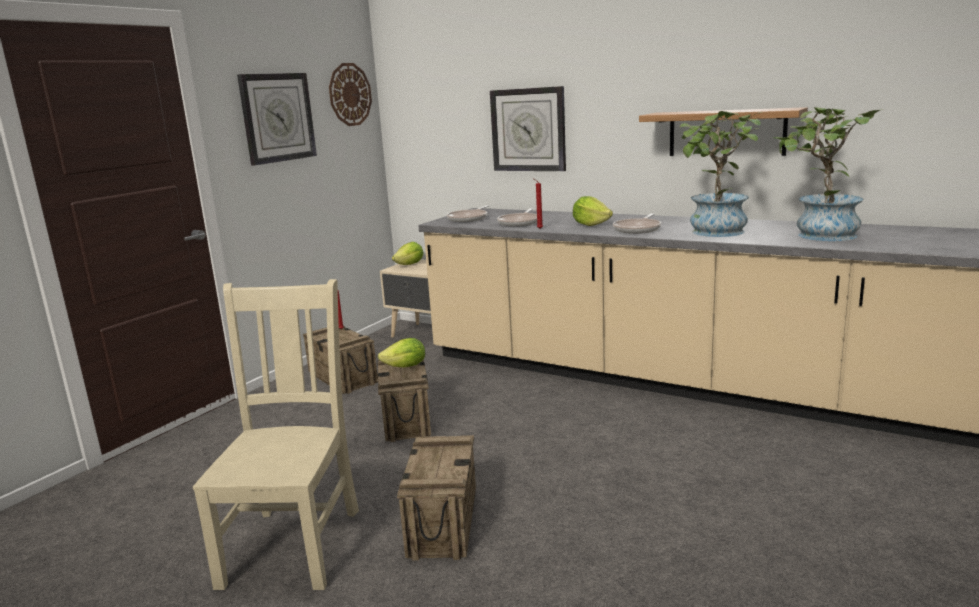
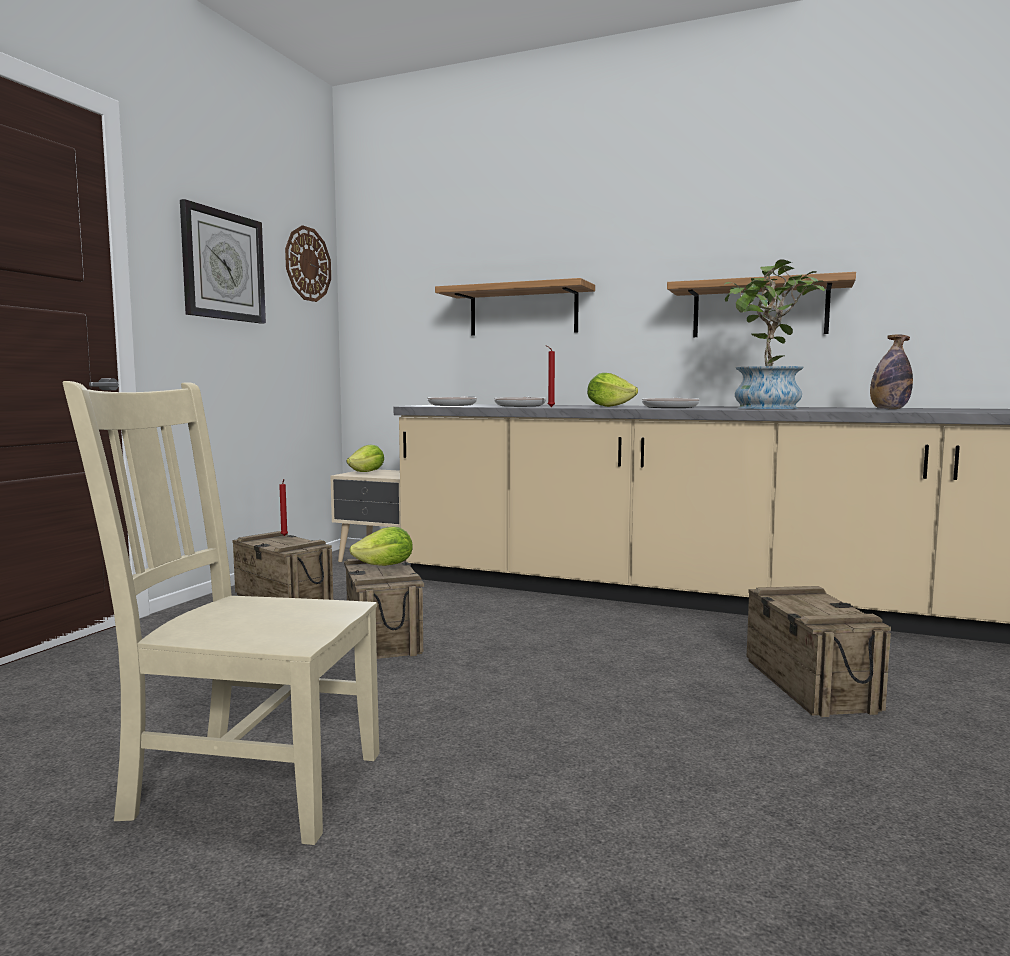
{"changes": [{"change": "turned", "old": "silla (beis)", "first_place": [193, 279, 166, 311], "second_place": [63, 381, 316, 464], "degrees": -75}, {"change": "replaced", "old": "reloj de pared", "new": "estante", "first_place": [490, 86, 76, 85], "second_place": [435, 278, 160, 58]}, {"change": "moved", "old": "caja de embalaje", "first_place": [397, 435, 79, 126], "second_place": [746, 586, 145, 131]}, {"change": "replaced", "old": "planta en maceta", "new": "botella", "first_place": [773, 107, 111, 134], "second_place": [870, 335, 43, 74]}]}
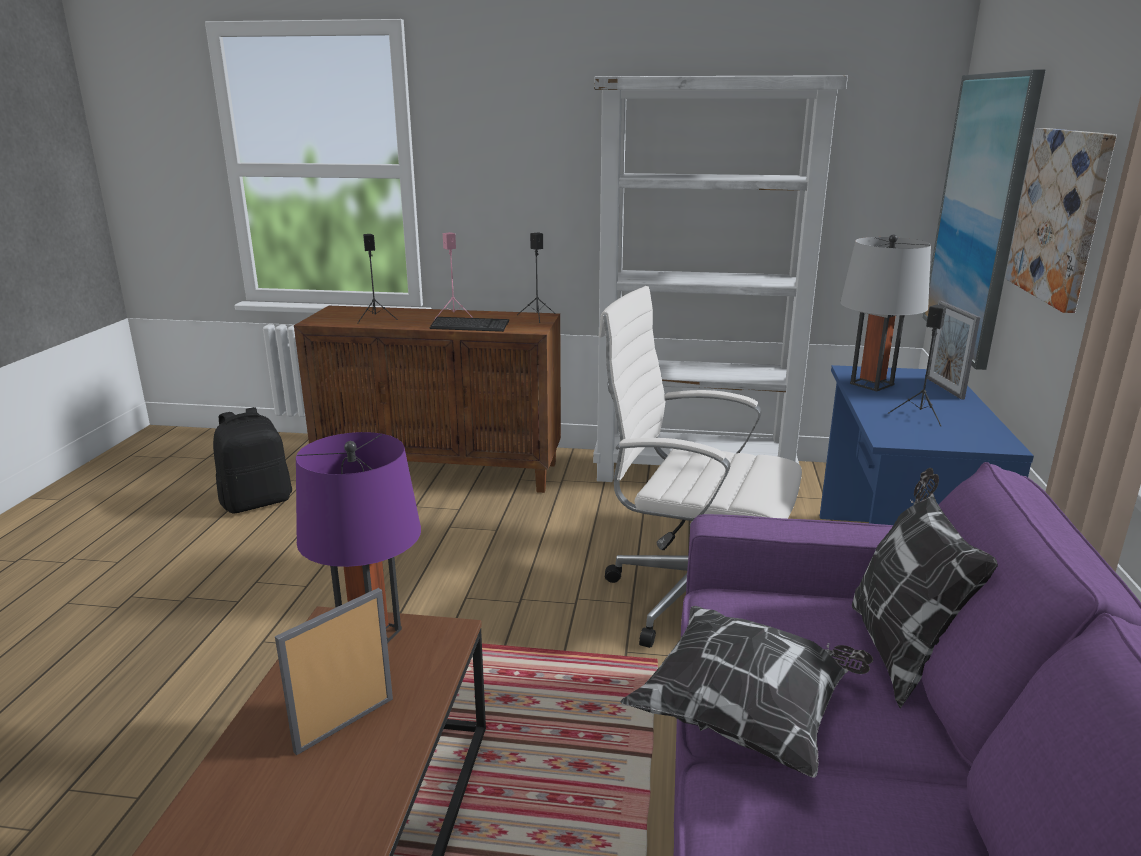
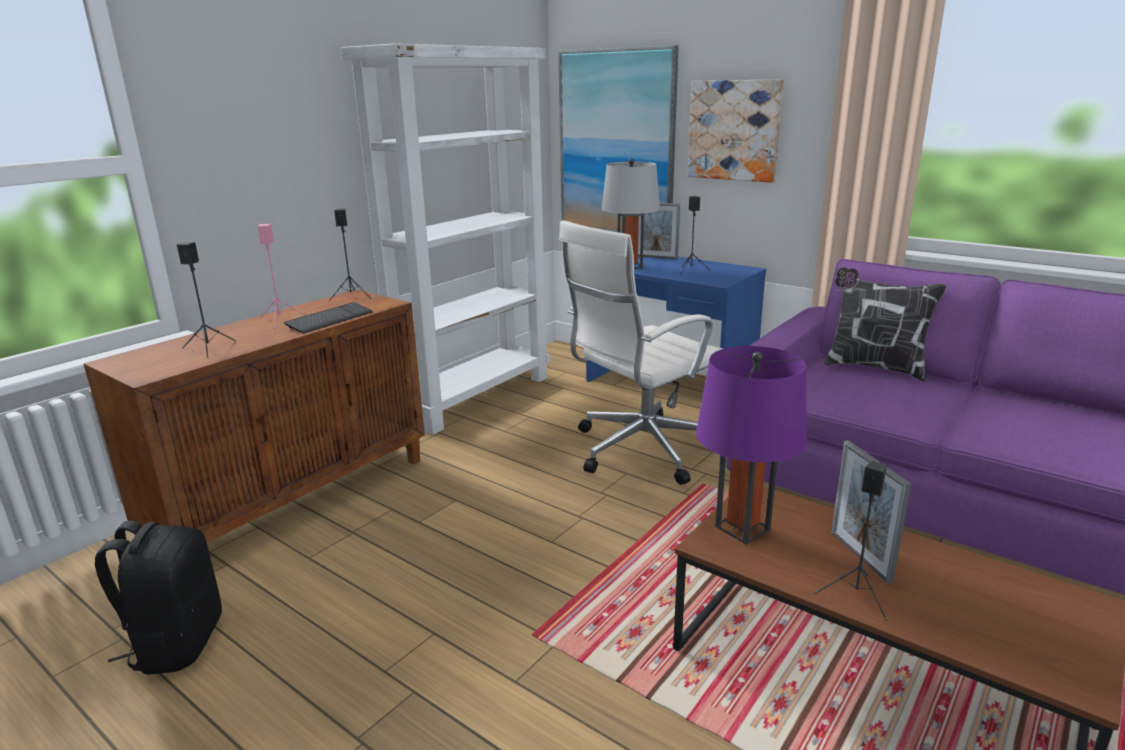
{"changes": [{"change": "added", "new": "altavoz (negro)", "second_place": [814, 461, 73, 160]}, {"change": "removed", "old": "cojín", "first_place": [620, 606, 253, 172]}]}
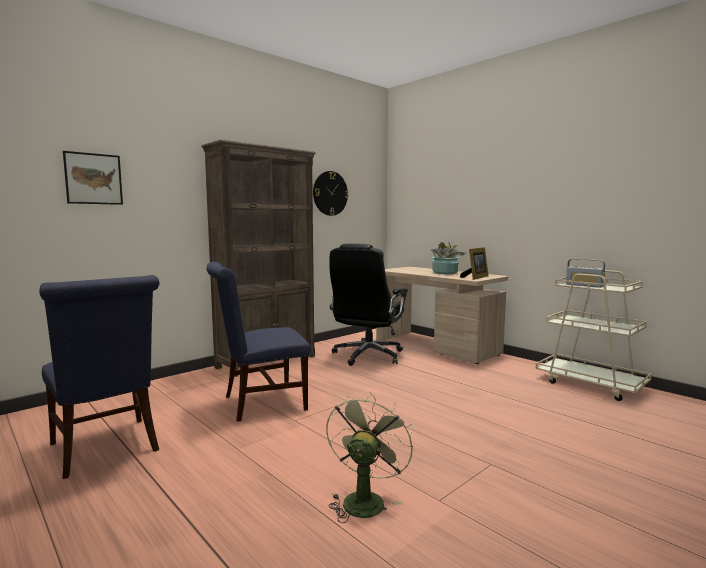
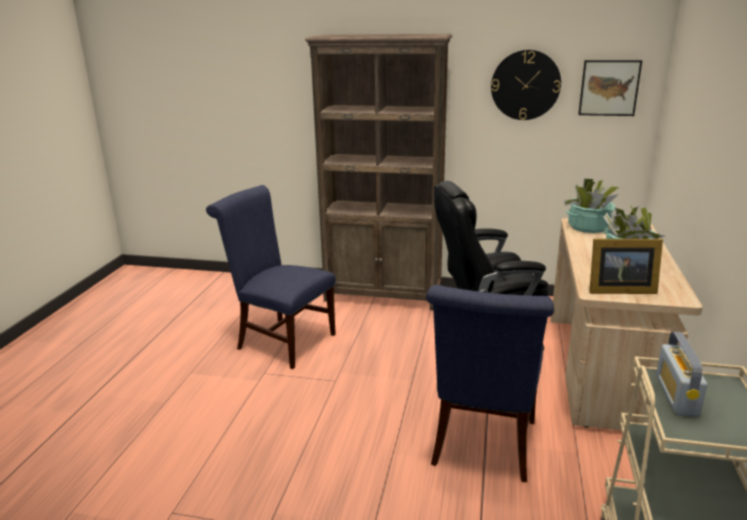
{"changes": [{"change": "moved", "old": "silla (azul)", "first_place": [39, 275, 120, 204], "second_place": [426, 285, 128, 197]}, {"change": "added", "new": "planta en maceta", "second_place": [564, 179, 55, 54]}, {"change": "moved", "old": "cuadro", "first_place": [63, 151, 60, 54], "second_place": [578, 60, 64, 56]}, {"change": "removed", "old": "ventilador (verde)", "first_place": [326, 392, 88, 131]}]}
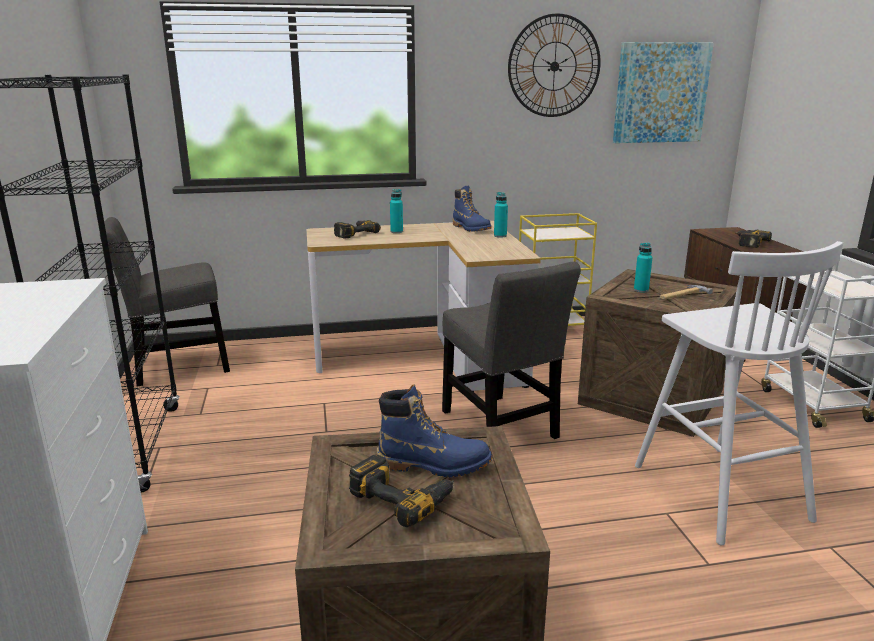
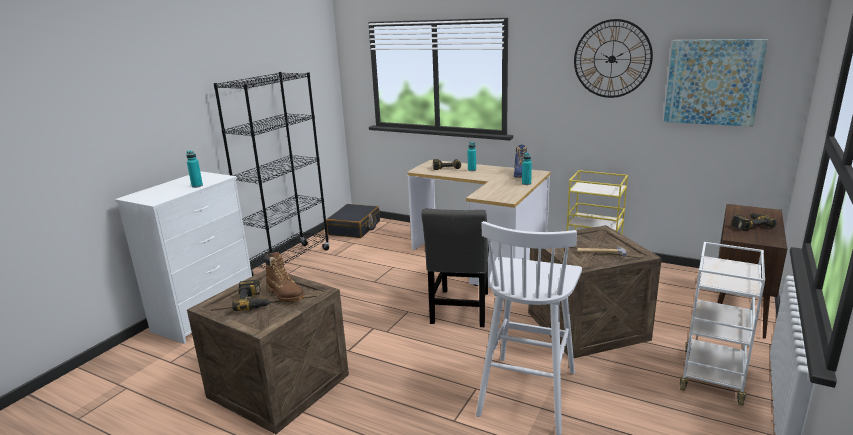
{"changes": [{"change": "moved", "old": "botella (turquesa)", "first_place": [634, 243, 18, 50], "second_place": [186, 151, 17, 37]}, {"change": "recoloured", "old": "bota (azul)", "new": "bota (marrón)", "first_place": [377, 384, 115, 93], "second_place": [265, 252, 40, 50]}, {"change": "replaced", "old": "silla (gris)", "new": "maleta (negro)", "first_place": [100, 217, 130, 169], "second_place": [326, 204, 54, 34]}]}
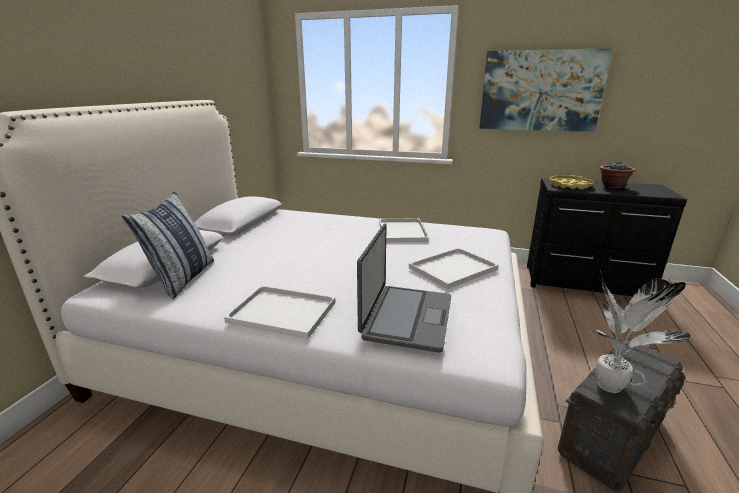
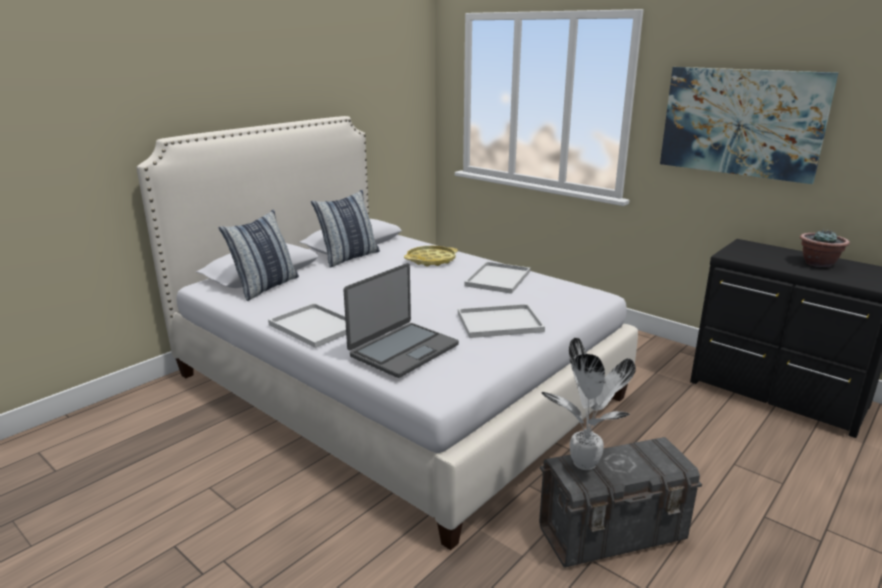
{"changes": [{"change": "added", "new": "cojín", "second_place": [311, 190, 69, 78]}, {"change": "moved", "old": "bandeja (amarillo)", "first_place": [549, 175, 45, 15], "second_place": [404, 245, 54, 22]}]}
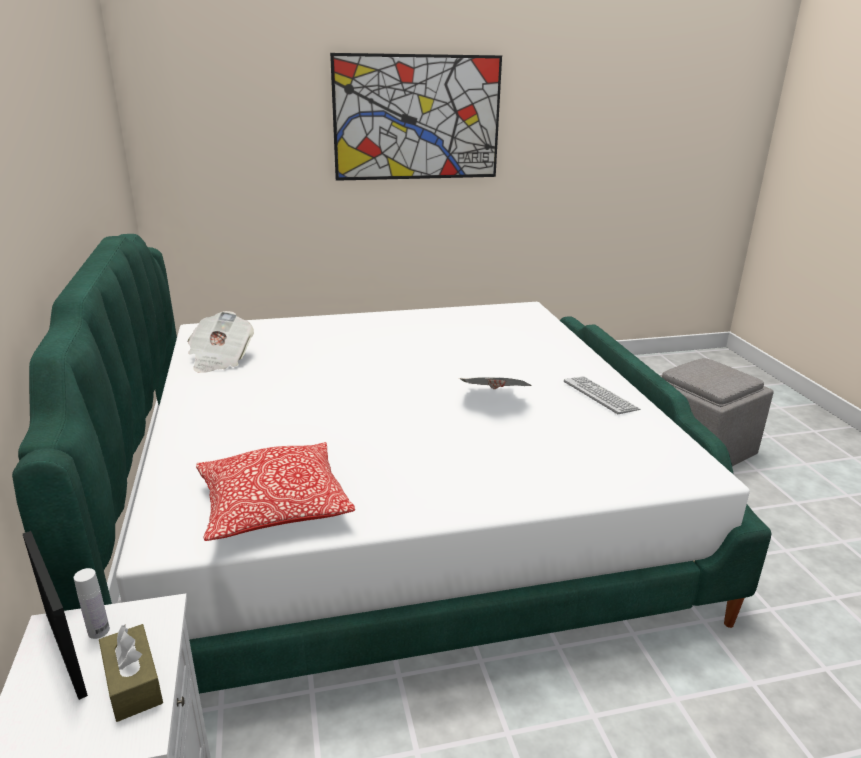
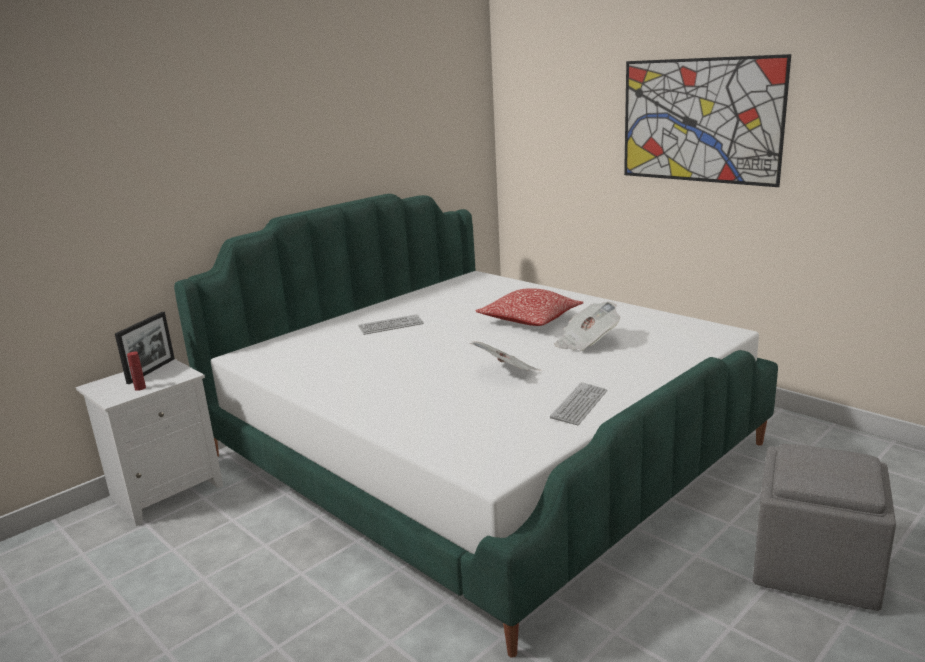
{"changes": [{"change": "replaced", "old": "caja de pañuelos (marrón)", "new": "botella (rojo)", "first_place": [99, 624, 64, 98], "second_place": [127, 352, 19, 39]}, {"change": "added", "new": "teclado", "second_place": [358, 314, 66, 21]}, {"change": "moved", "old": "cojín", "first_place": [196, 442, 159, 99], "second_place": [476, 288, 108, 38]}, {"change": "moved", "old": "periódico", "first_place": [188, 311, 66, 62], "second_place": [554, 302, 66, 49]}, {"change": "removed", "old": "botella (blanco)", "first_place": [74, 568, 36, 71]}]}
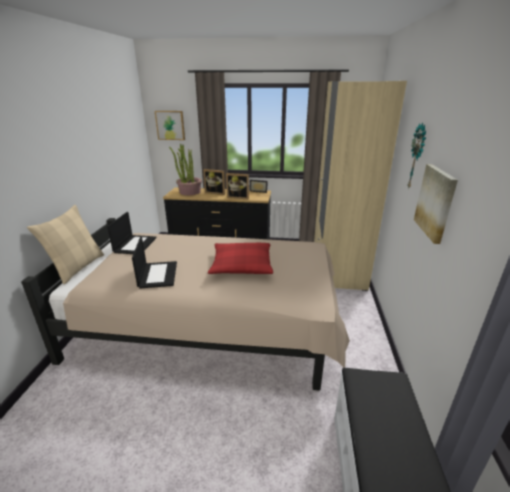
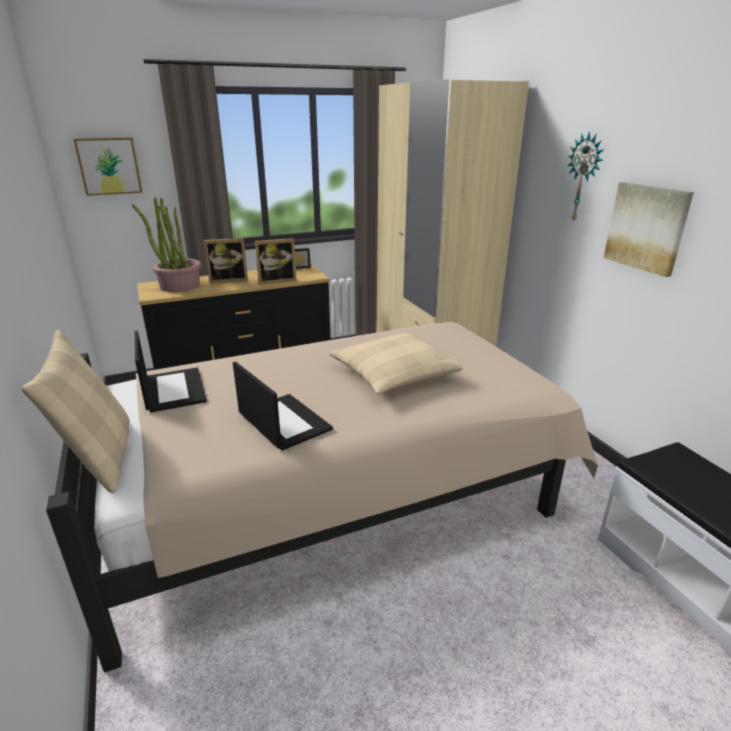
{"changes": [{"change": "recoloured", "old": "cojín (rojo)", "new": "cojín (beis)", "first_place": [208, 243, 65, 31], "second_place": [329, 333, 134, 61]}]}
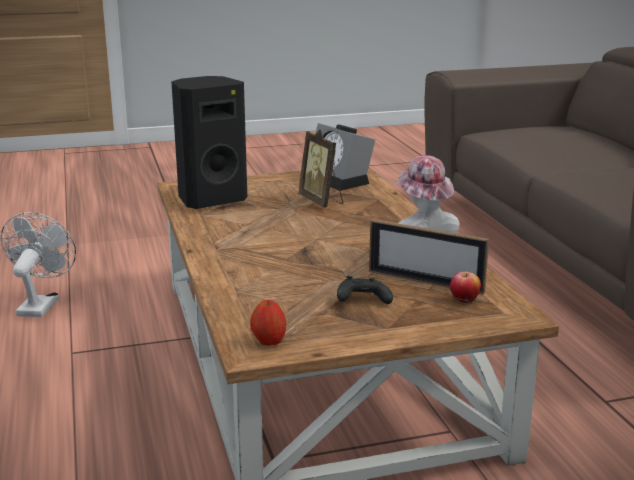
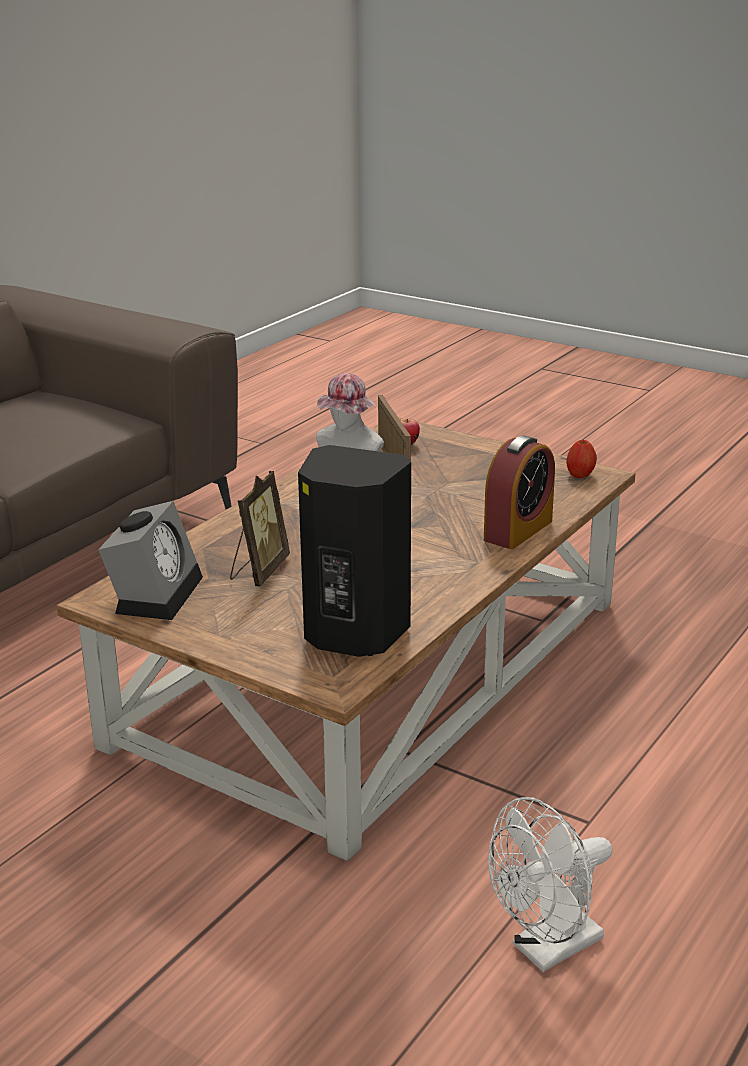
{"changes": [{"change": "added", "new": "despertador", "second_place": [484, 436, 71, 113]}, {"change": "removed", "old": "mando de consola (negro)", "first_place": [337, 276, 56, 28]}]}
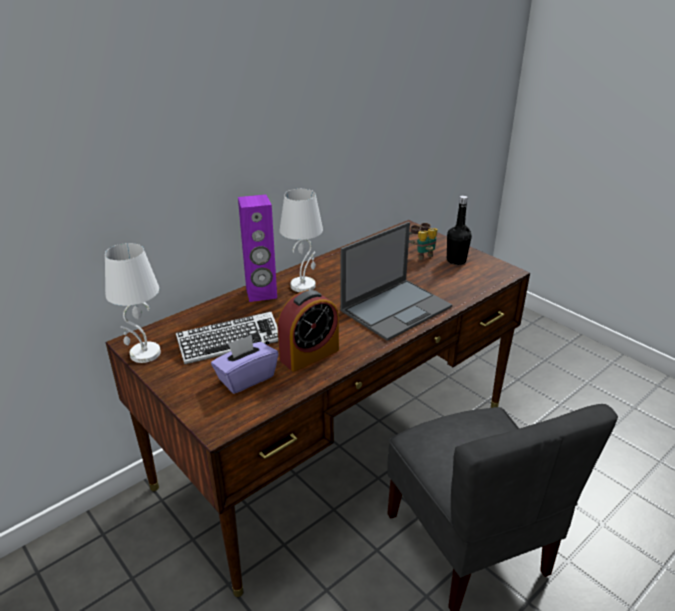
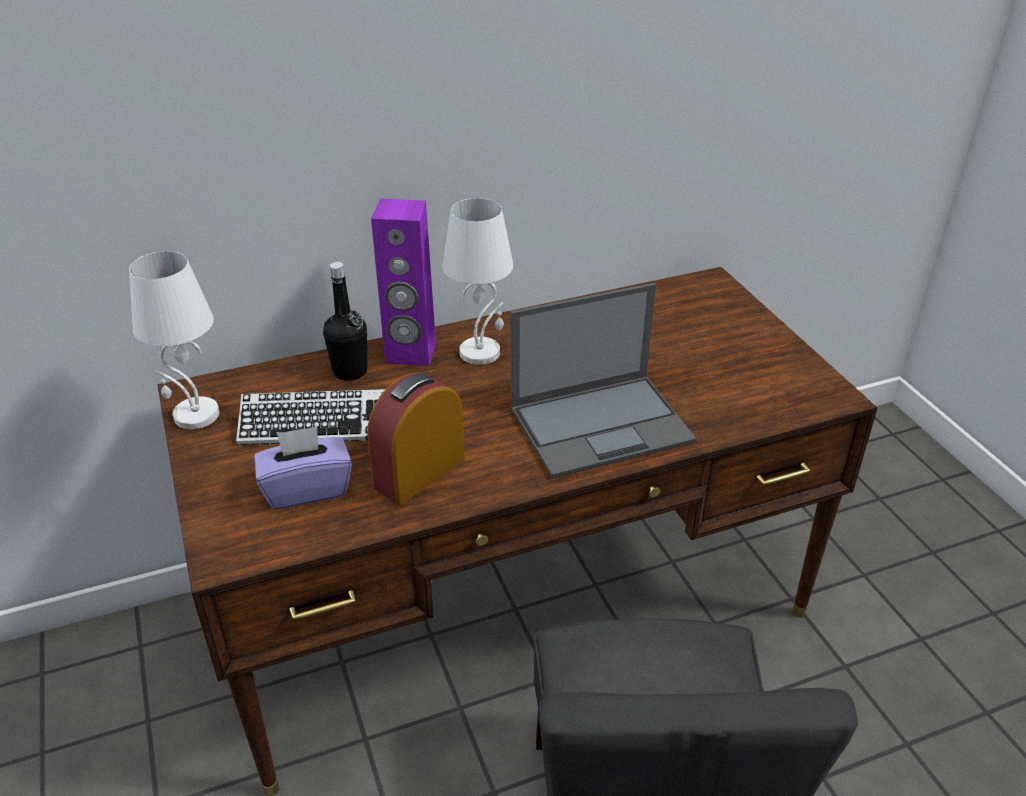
{"changes": [{"change": "moved", "old": "botella (negro)", "first_place": [446, 195, 26, 70], "second_place": [323, 262, 44, 119]}, {"change": "turned", "old": "despertador", "first_place": [277, 290, 62, 81], "second_place": [367, 372, 97, 133], "degrees": 150}, {"change": "removed", "old": "prismáticos", "first_place": [409, 223, 29, 37]}]}
